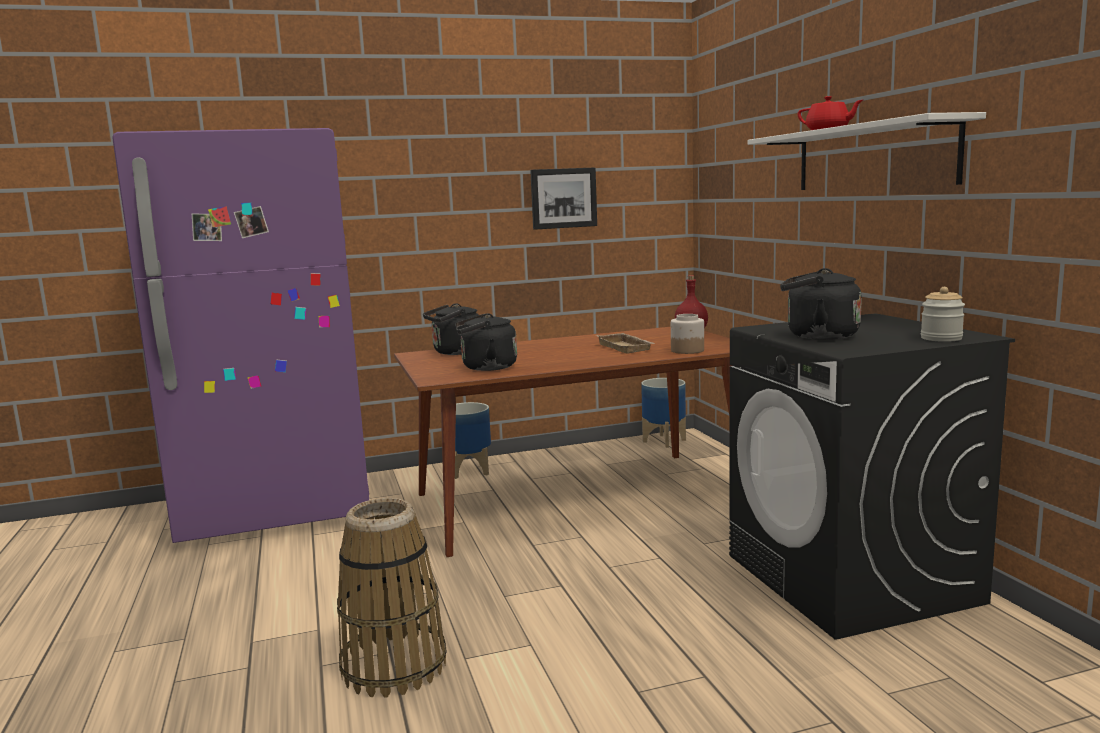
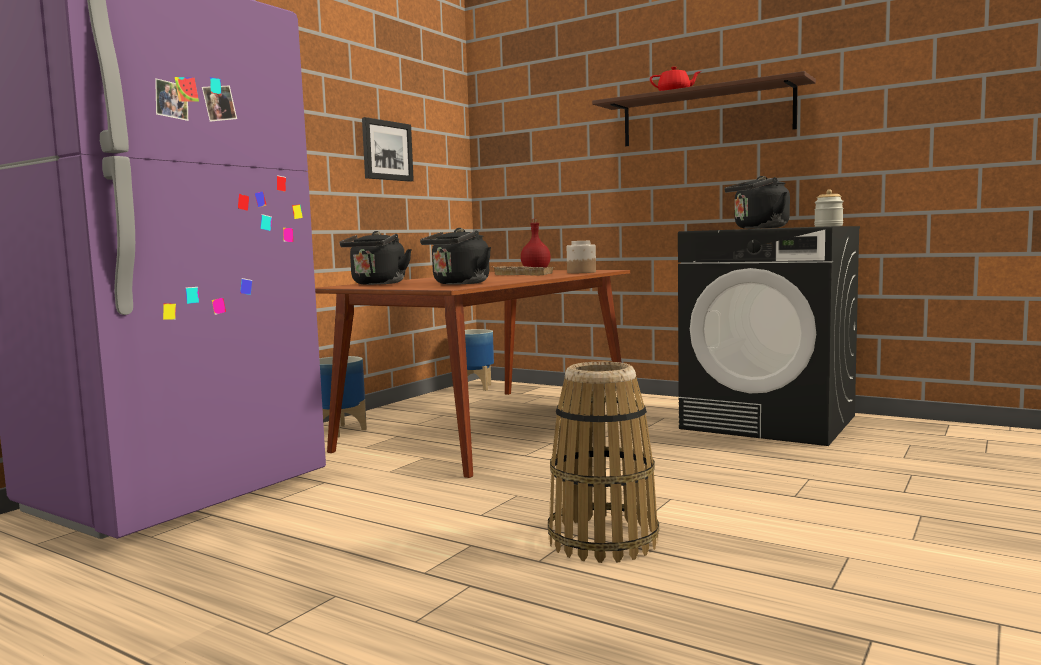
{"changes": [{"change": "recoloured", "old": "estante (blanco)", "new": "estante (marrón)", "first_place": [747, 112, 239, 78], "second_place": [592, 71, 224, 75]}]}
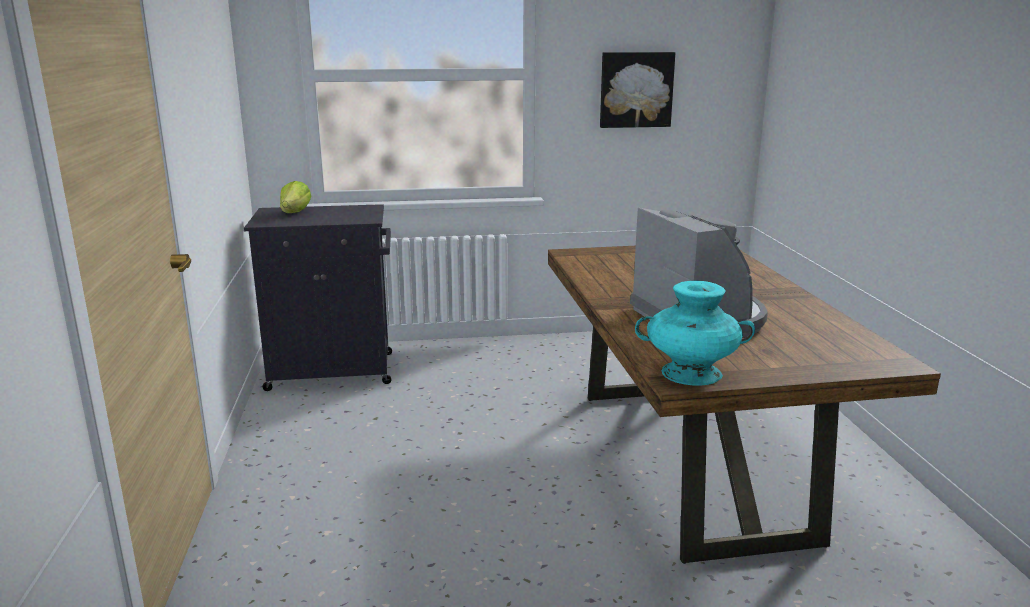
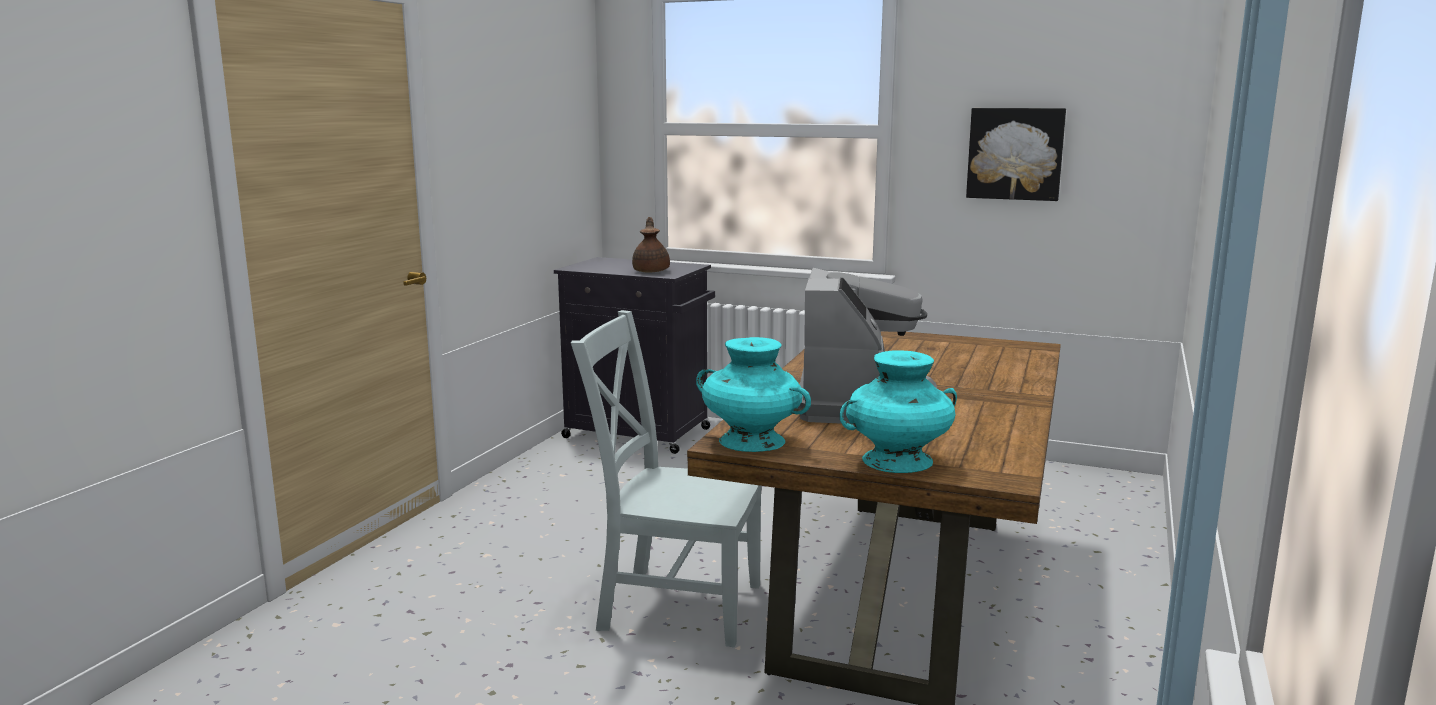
{"changes": [{"change": "added", "new": "silla (gris)", "second_place": [571, 310, 190, 337]}, {"change": "added", "new": "tetera (marrón)", "second_place": [632, 217, 38, 56]}, {"change": "added", "new": "florero (turquesa)", "second_place": [840, 350, 117, 123]}, {"change": "removed", "old": "lechuga", "first_place": [280, 181, 32, 32]}]}
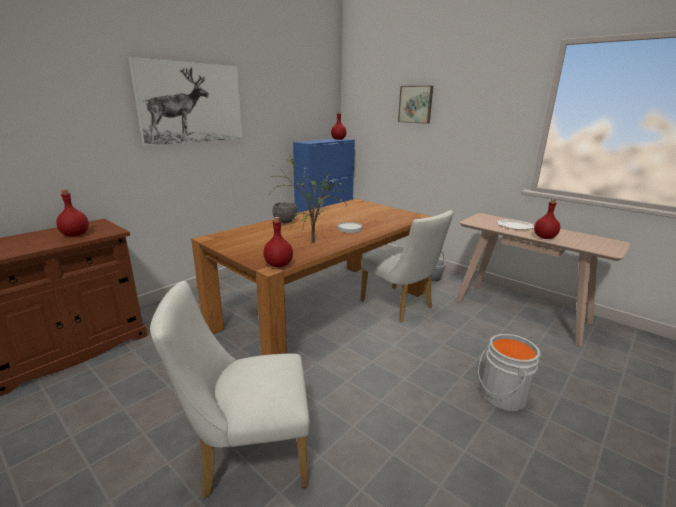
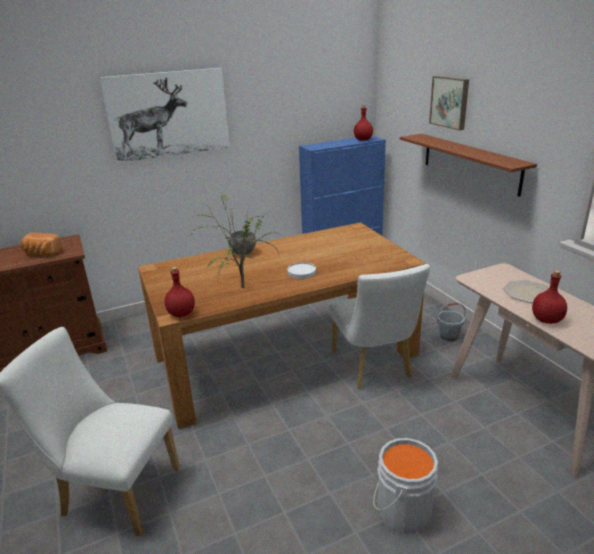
{"changes": [{"change": "replaced", "old": "botella (rojo)", "new": "pan", "first_place": [56, 190, 33, 47], "second_place": [21, 232, 42, 24]}, {"change": "added", "new": "estante (marrón)", "second_place": [400, 134, 137, 63]}]}
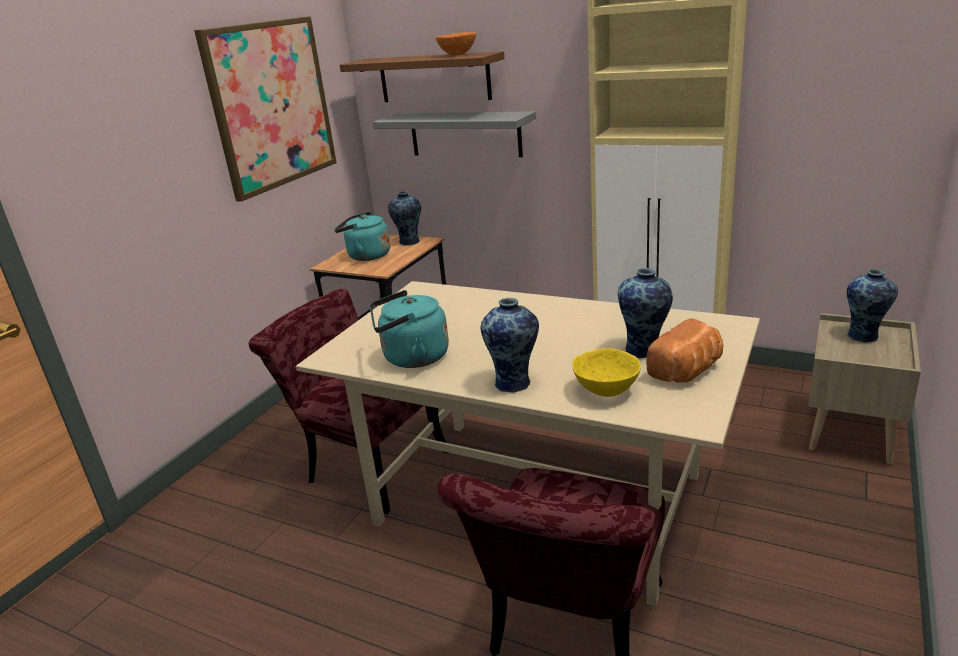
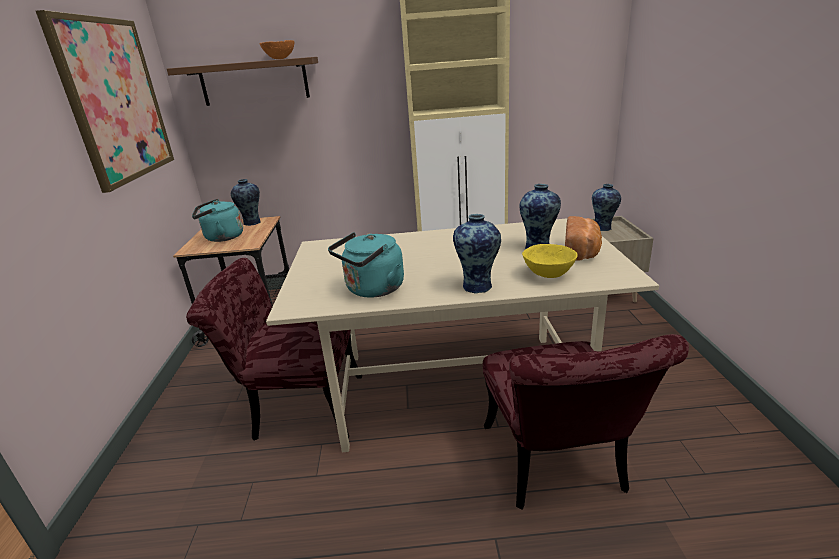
{"changes": [{"change": "removed", "old": "estante (gris)", "first_place": [372, 111, 164, 46]}]}
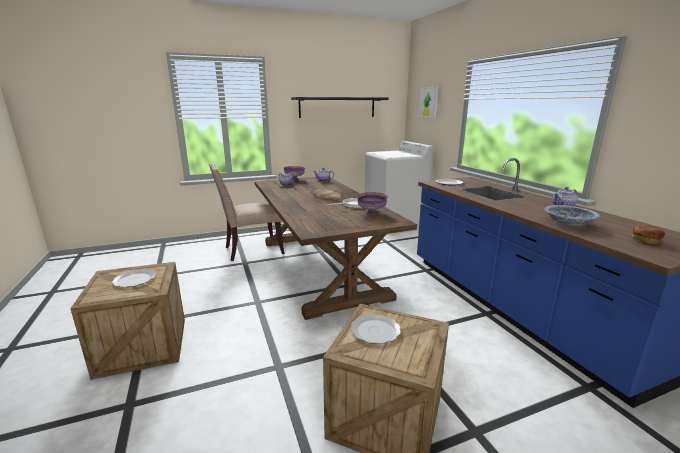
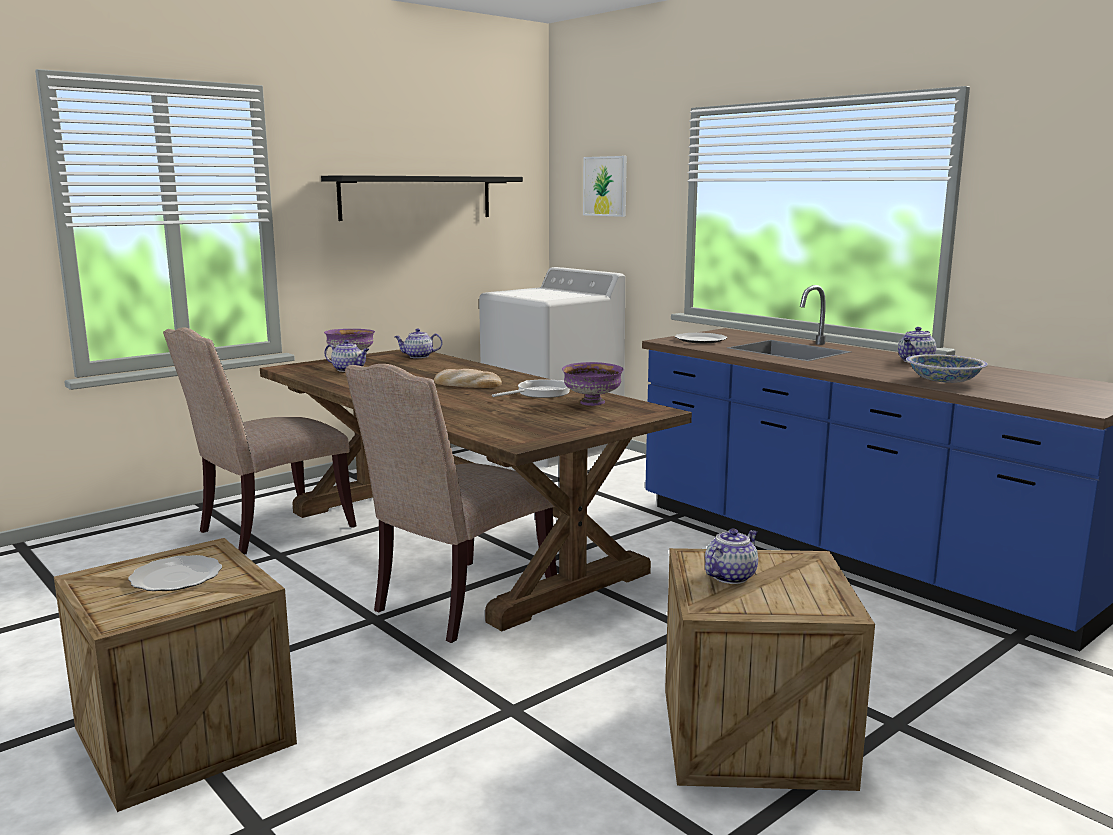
{"changes": [{"change": "added", "new": "silla (beis)", "second_place": [345, 364, 212, 279]}, {"change": "replaced", "old": "plato", "new": "tetera", "first_place": [351, 314, 50, 30], "second_place": [705, 529, 53, 55]}, {"change": "removed", "old": "pan", "first_place": [632, 225, 33, 19]}]}
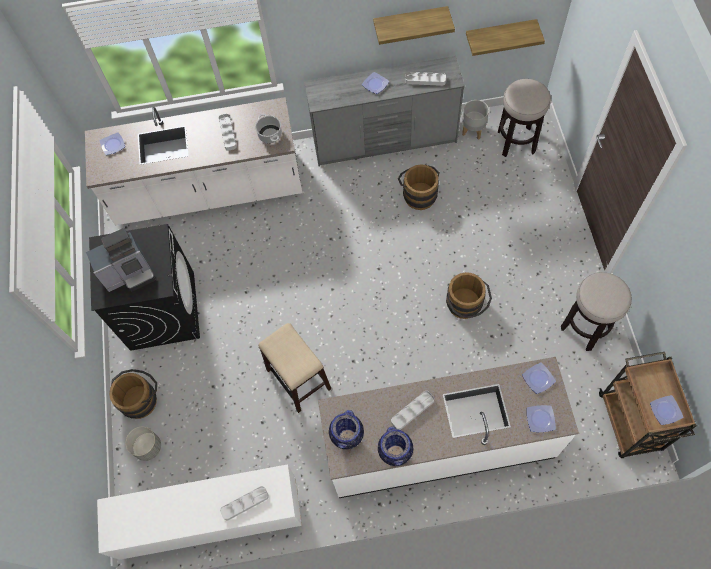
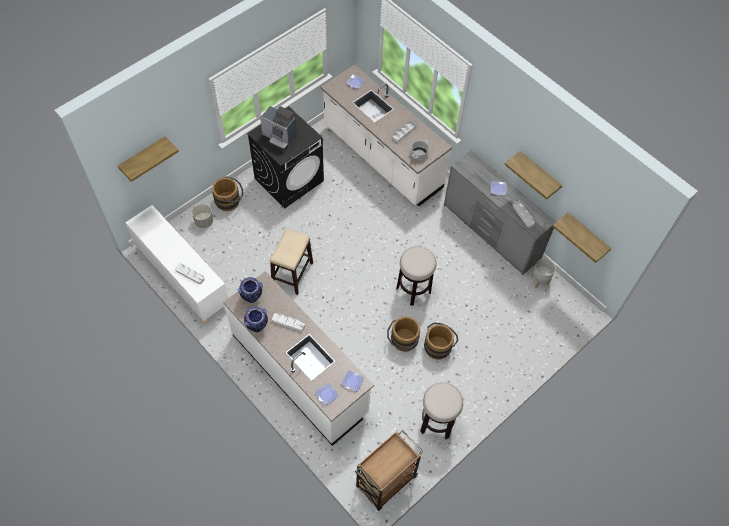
{"changes": [{"change": "added", "new": "estante", "second_place": [118, 136, 61, 46]}, {"change": "moved", "old": "taburete", "first_place": [498, 79, 53, 78], "second_place": [396, 246, 40, 60]}, {"change": "moved", "old": "cubo (marrón)", "first_place": [398, 164, 42, 46], "second_place": [424, 323, 35, 37]}, {"change": "removed", "old": "plato", "first_place": [650, 395, 33, 30]}]}
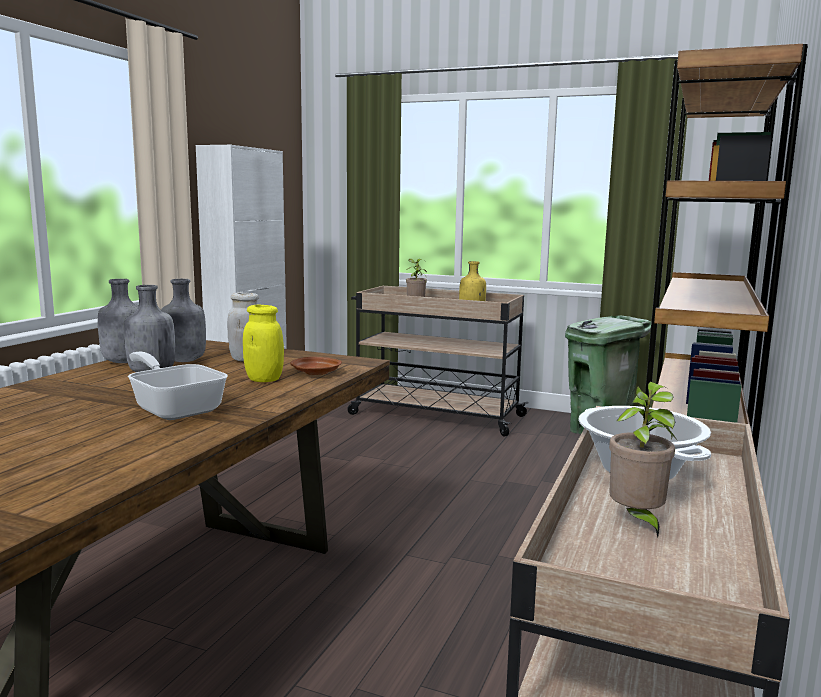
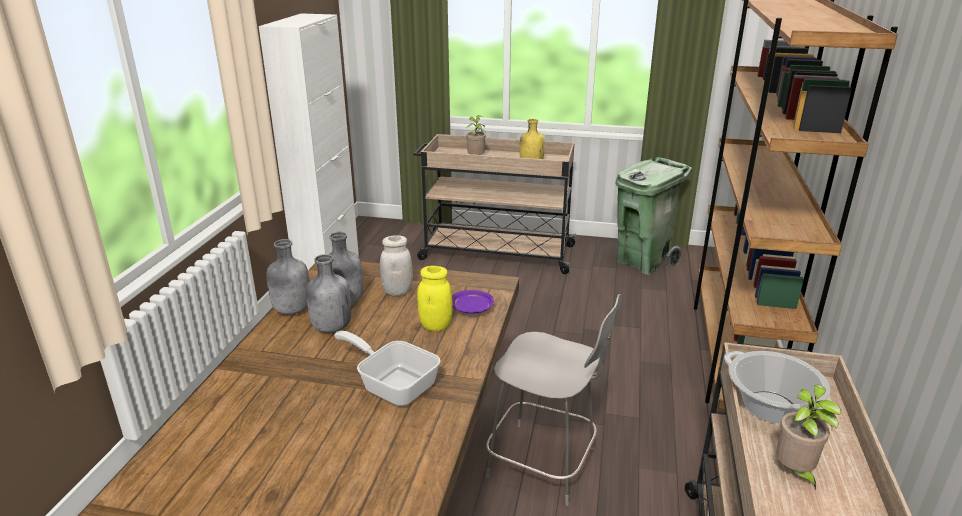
{"changes": [{"change": "recoloured", "old": "plato (marrón)", "new": "plato (morado)", "first_place": [290, 357, 52, 18], "second_place": [452, 290, 42, 24]}, {"change": "added", "new": "silla (gris)", "second_place": [486, 294, 136, 212]}]}
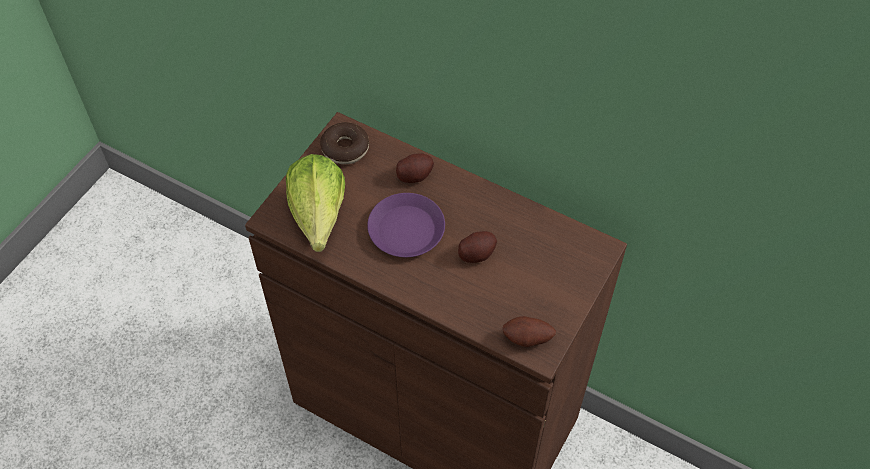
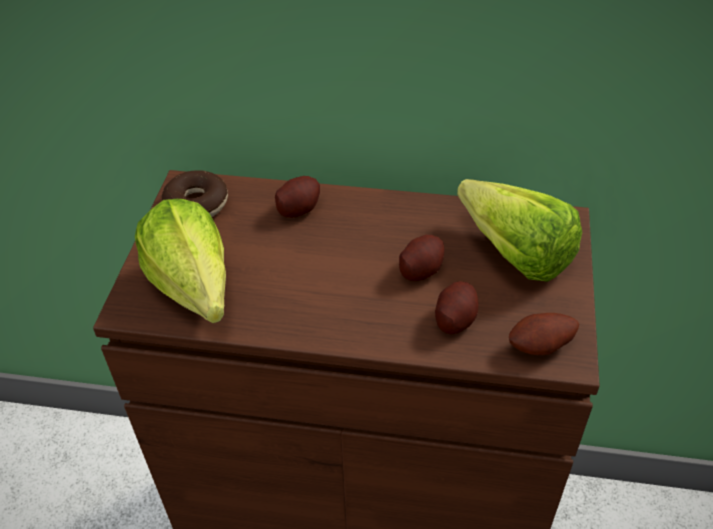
{"changes": [{"change": "added", "new": "patata", "second_place": [435, 281, 44, 53]}, {"change": "added", "new": "lechuga", "second_place": [457, 179, 125, 103]}, {"change": "removed", "old": "plato (morado)", "first_place": [367, 193, 78, 64]}]}
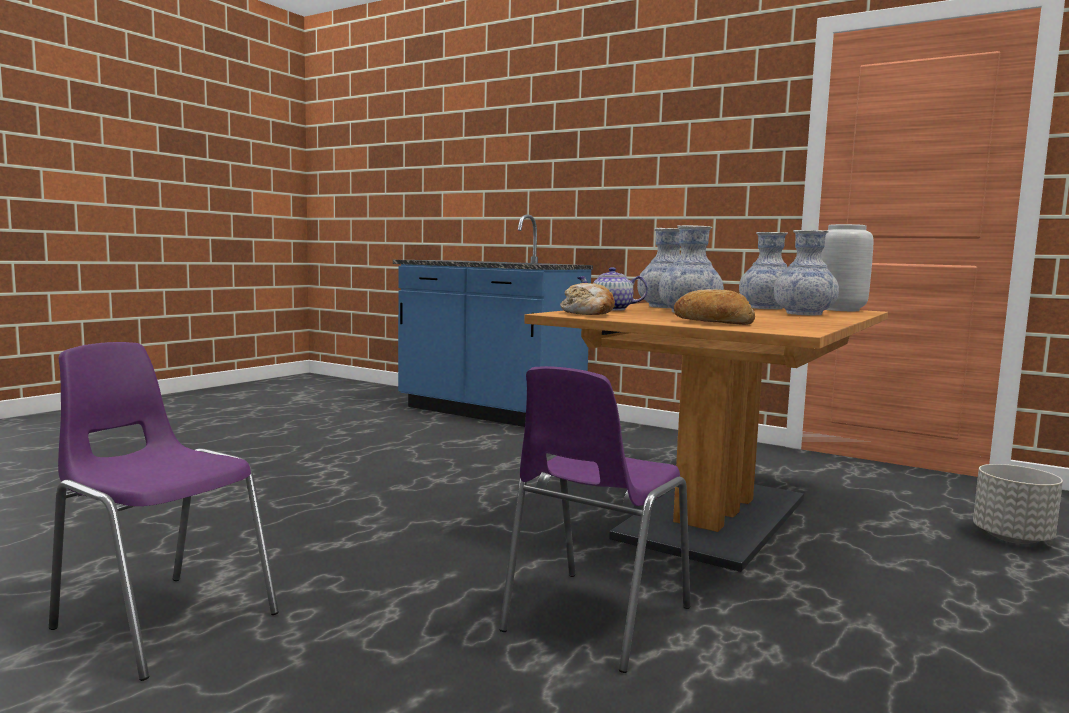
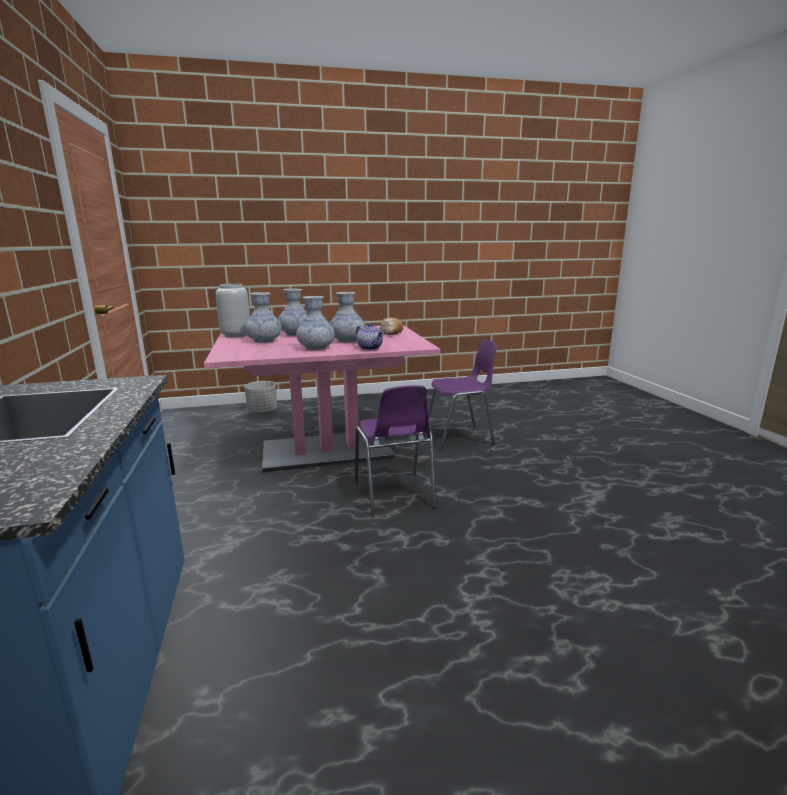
{"changes": [{"change": "recoloured", "old": "mesa de comedor (marrón)", "new": "mesa de comedor (rosa)", "first_place": [524, 302, 364, 270], "second_place": [204, 325, 237, 148]}, {"change": "moved", "old": "silla (morado)", "first_place": [49, 342, 230, 339], "second_place": [355, 385, 81, 132]}, {"change": "removed", "old": "pan", "first_place": [560, 283, 55, 32]}]}
